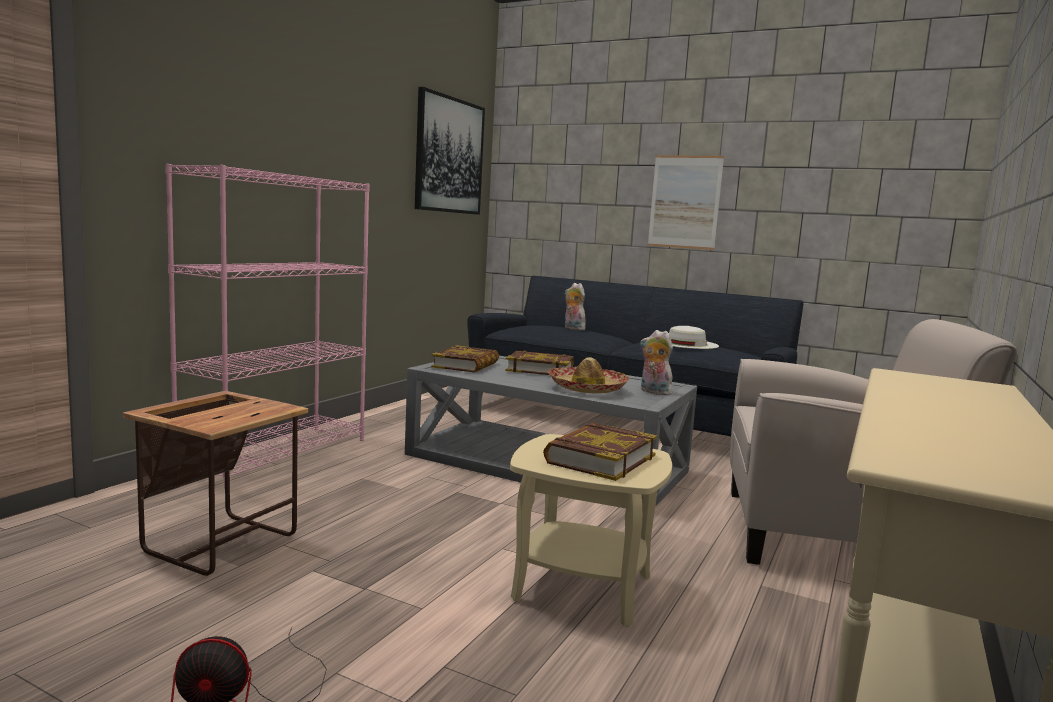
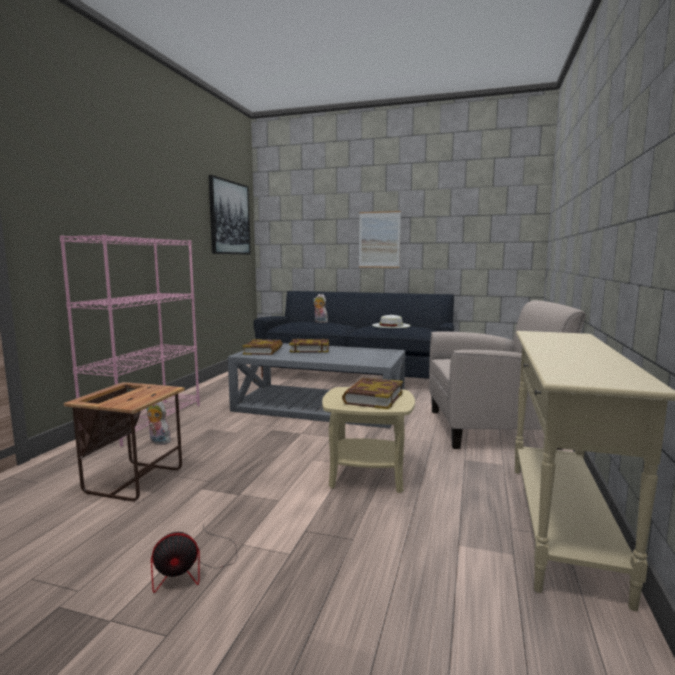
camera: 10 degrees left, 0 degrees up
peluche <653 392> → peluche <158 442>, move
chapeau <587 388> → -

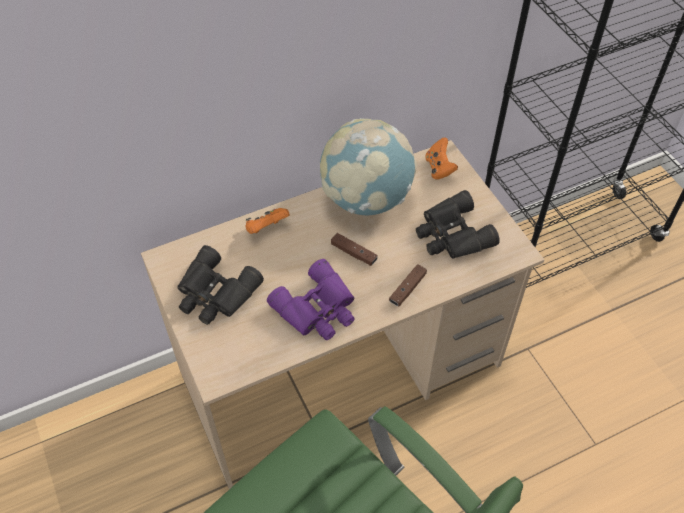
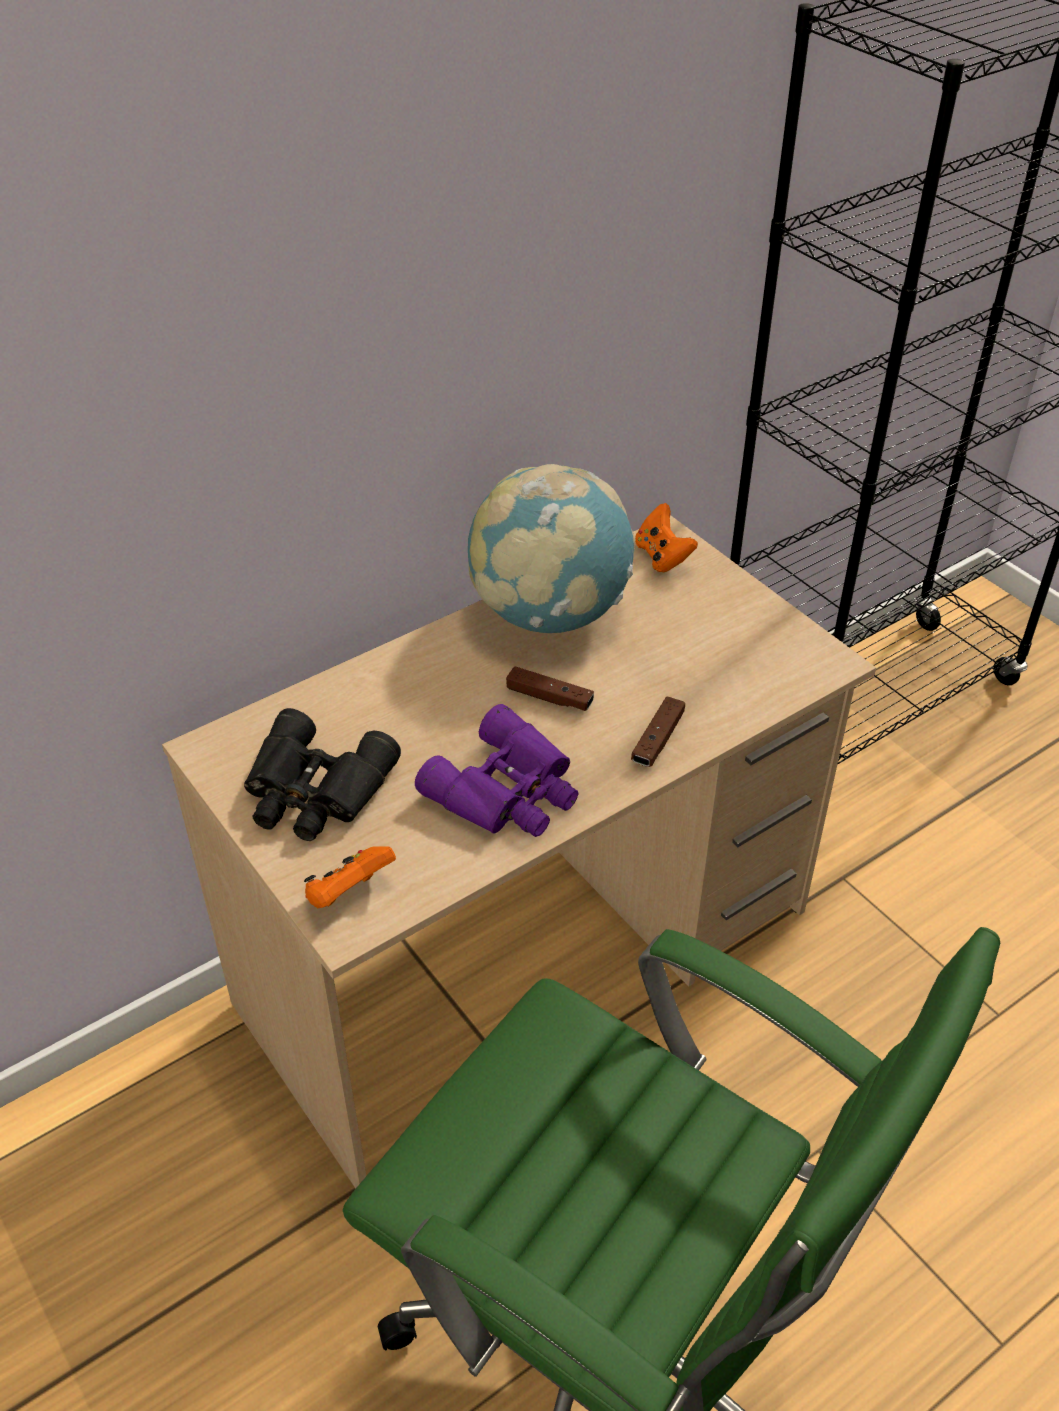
camera: 10 degrees left, 10 degrees down
jumelles/noir <451 235> → -
manette/orange <266 228> → manette/orange <348 894>, move

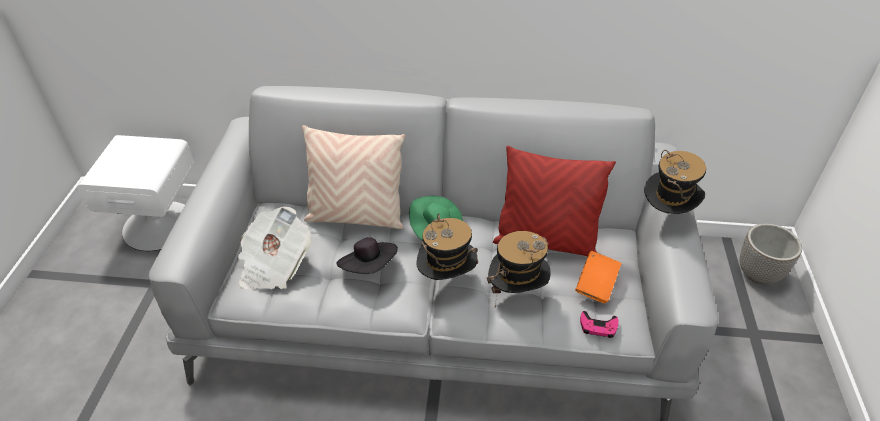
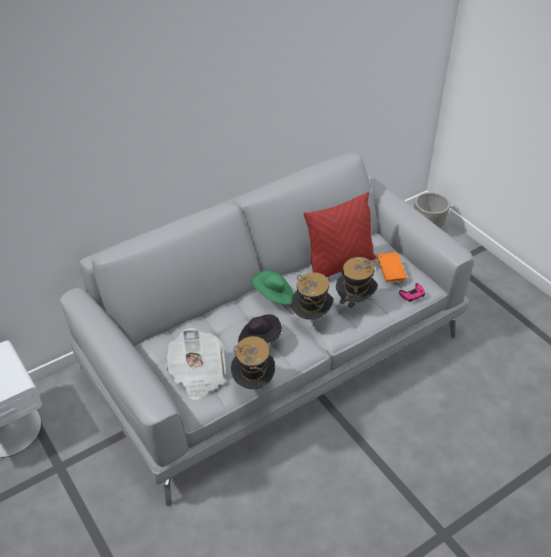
camera: 40 degrees left, 0 degrees up
coussin/beige <356 216> → -
chapeau <666 215> → chapeau <253 384>, move

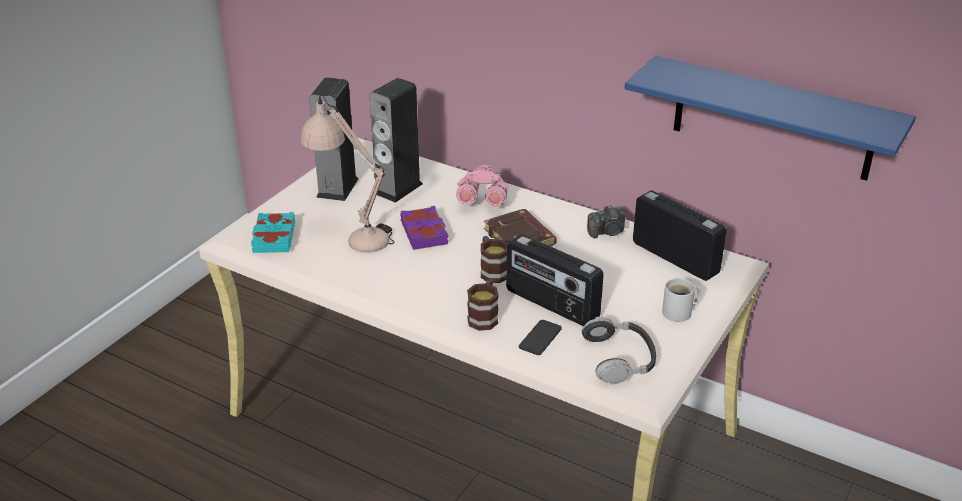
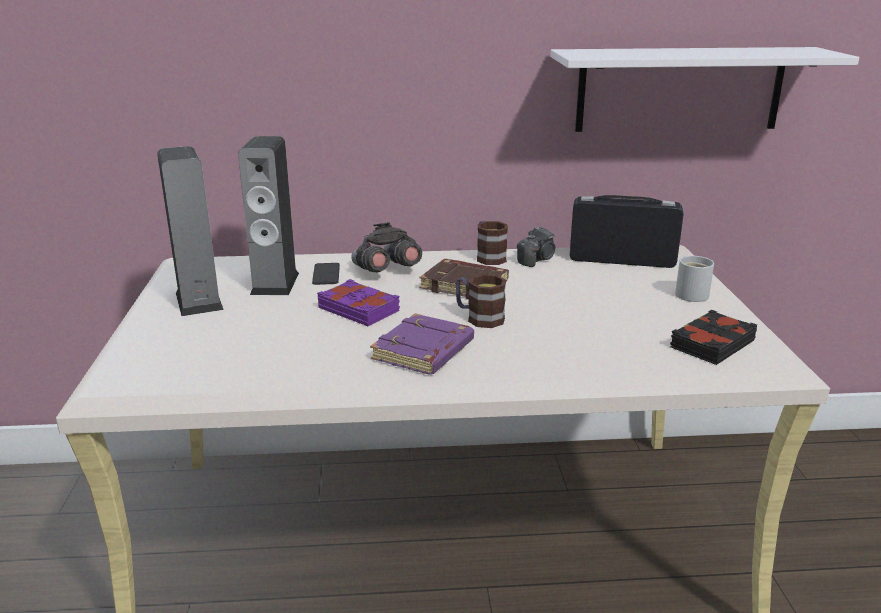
camera: 35 degrees left, 10 degrees down
étagère/bleu <773 119> → étagère/blanc <679 89>
lampe de table/beige <352 233> → -
jumelles/rose <482 203> → jumelles/gris <385 271>
livre/turquoise <273 237> → -
radio <551 304> → -
mug <484 316> → mug <488 257>, move
casque audio <620 358> → livre/noir <711 344>
téléphone <540 338> → téléphone <326 274>, move
- → livre/violet <424 352>

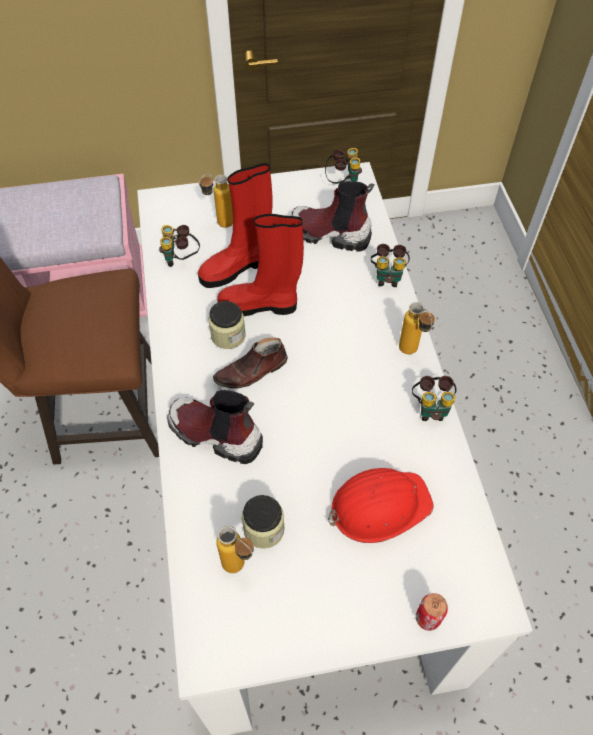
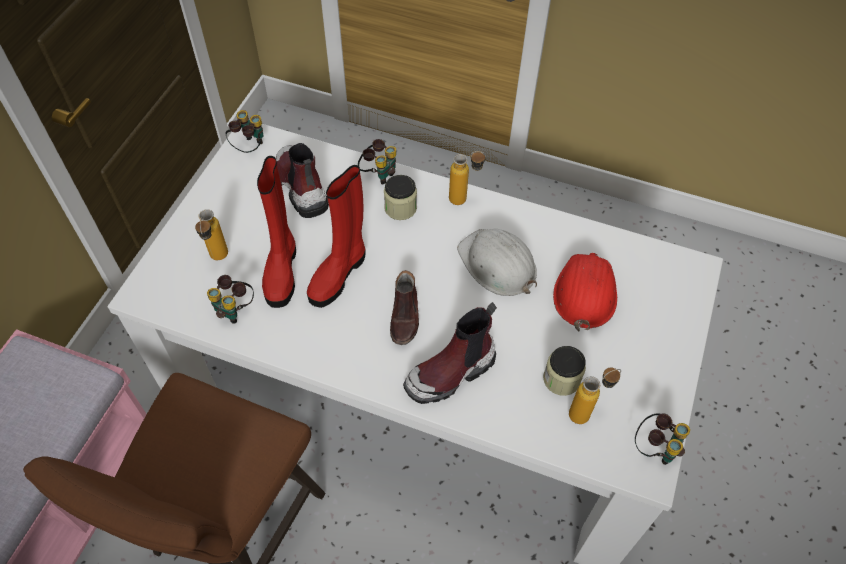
camera: 60 degrees left, 0 degrees up
botte <329 234> → botte <300 187>, 105 degrees clockwise
bocal <228 335> → bocal <400 208>, move
jumelles <431 408> → jumelles <655 448>, move
boîte métallique <428 618> → -
- → casque de chantier/blanc <497 265>

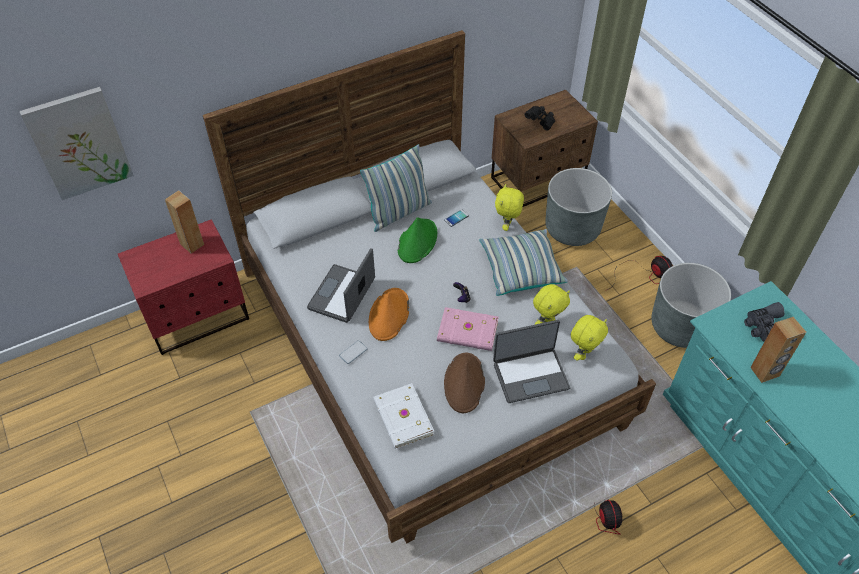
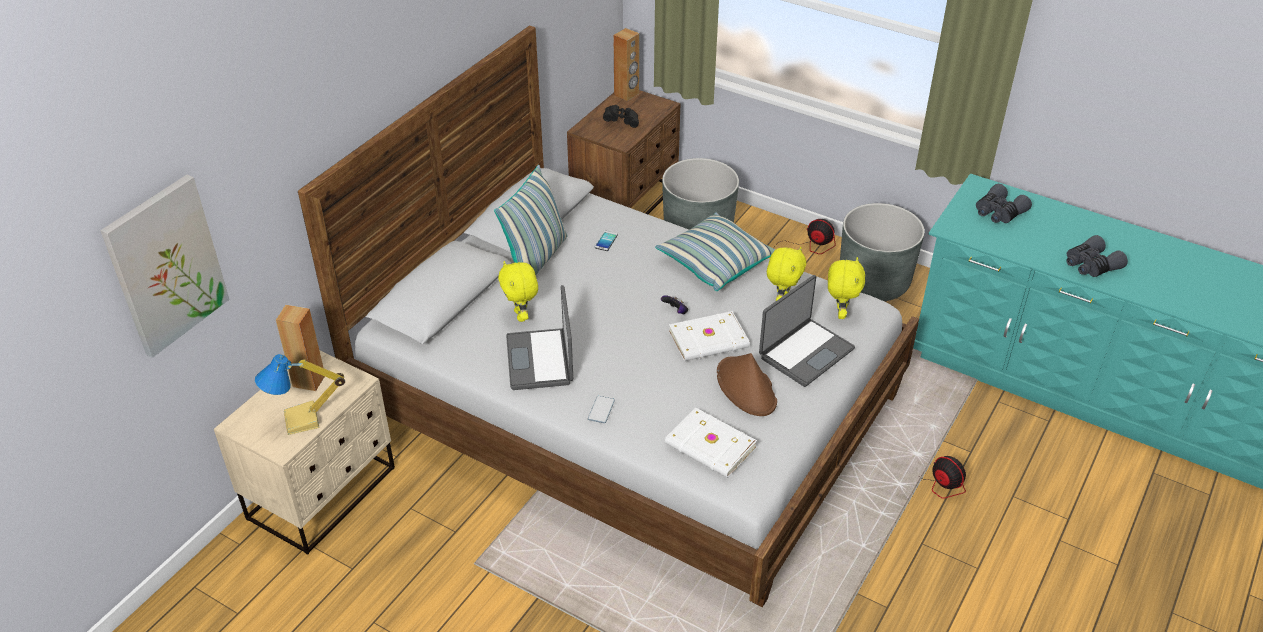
camera: 30 degrees left, 10 degrees down
peluche/jaune <507 226> → peluche/jaune <521 316>, move
chapeau/vert <417 241> → -
table de chevet/rouge <197 317> → table de chevet/beige <323 493>
chapeau/orange <389 315> → -
livre/rose <468 332> → livre/blanc <709 340>
enceinte/marron <765 372> → enceinte/marron <626 94>, move
- → jumelles/gris <1090 265>
- → lampe de table <302 421>

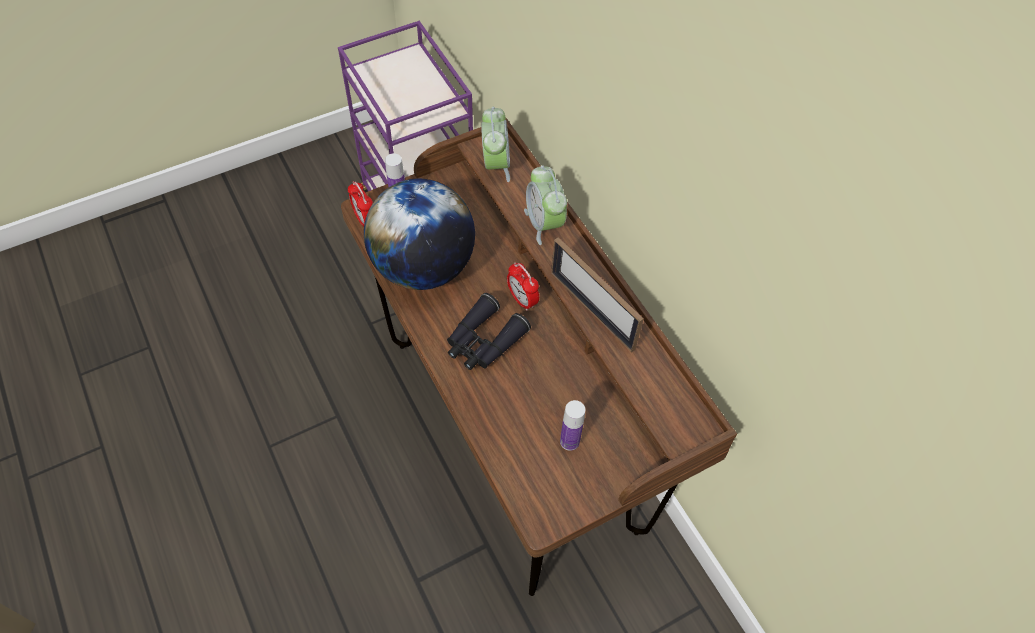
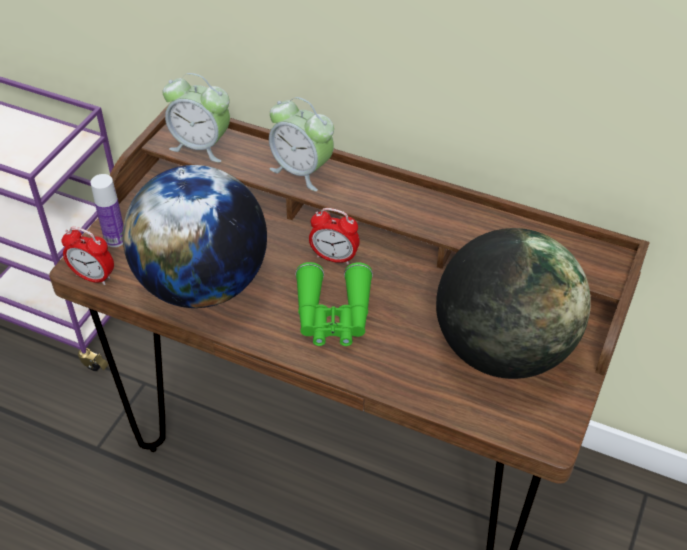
camera: 35 degrees left, 10 degrees down
réveil <495 165> → réveil <201 146>, 150 degrees clockwise
cadre photo <592 310> → -
jumelles/noir <483 341> → jumelles/vert <333 315>
bouteille <569 441> → globe <503 351>

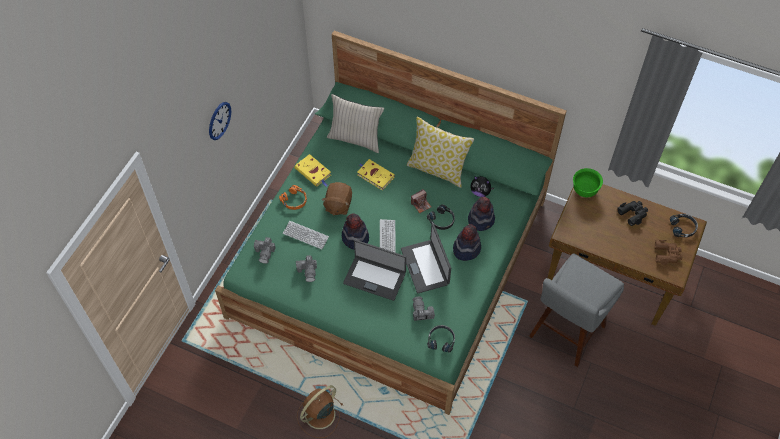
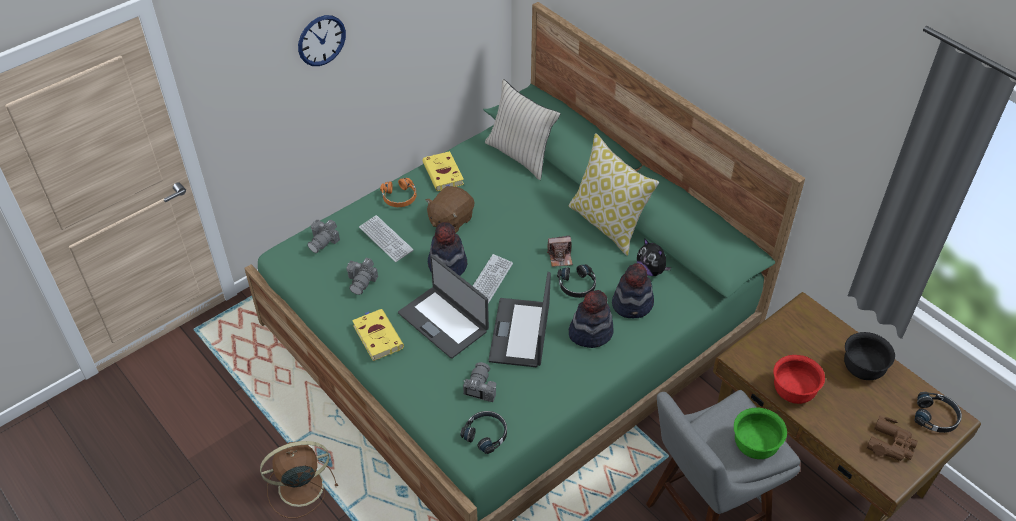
camera: 25 degrees right, 10 degrees down
livre/jaune <374 175> → livre/jaune <377 336>, move
bol/vert <584 190> → bol/vert <754 446>, move
jumelles/noir <633 213> → bol/noir <862 369>
- → bol/rouge <793 392>

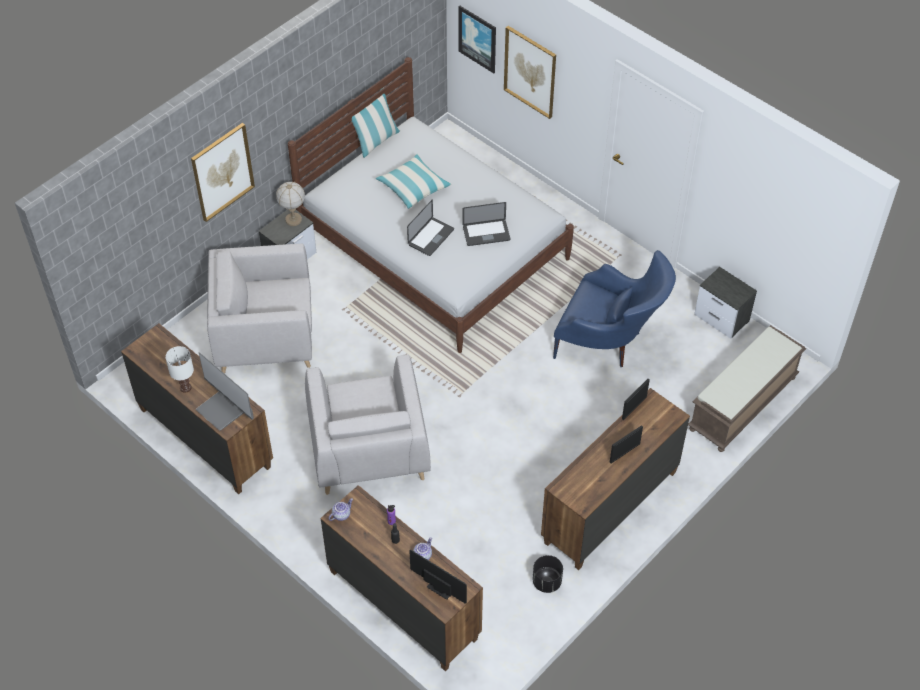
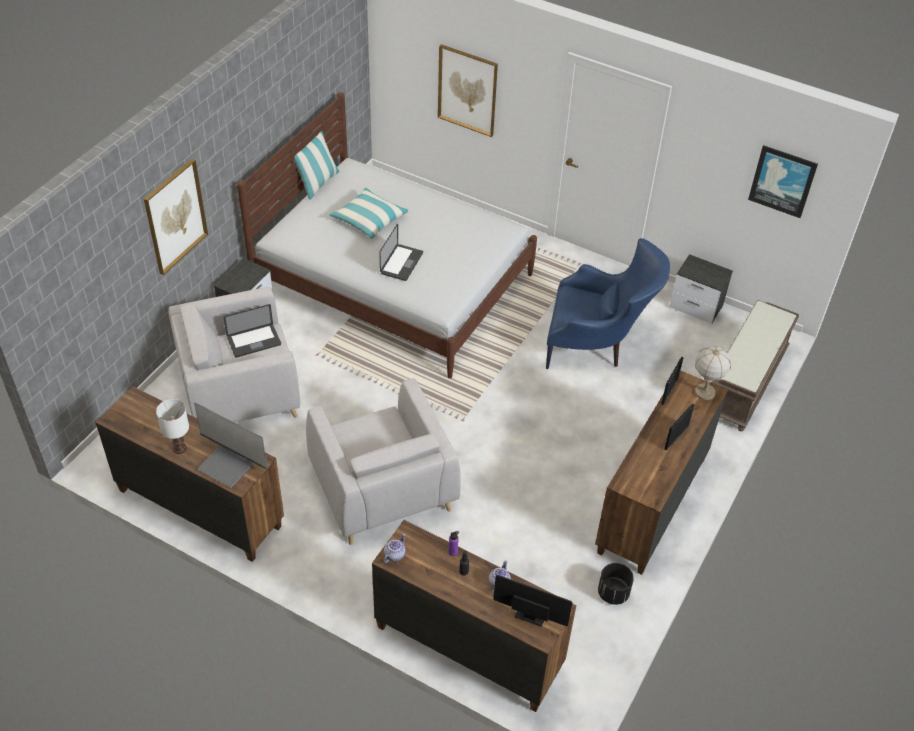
camera: 15 degrees left, 5 degrees down
tableau <478 38> → tableau <782 181>, move
lampe de table <293 220> → lampe de table <704 392>, move
ordinateur portable <486 233> → ordinateur portable <254 341>, move

